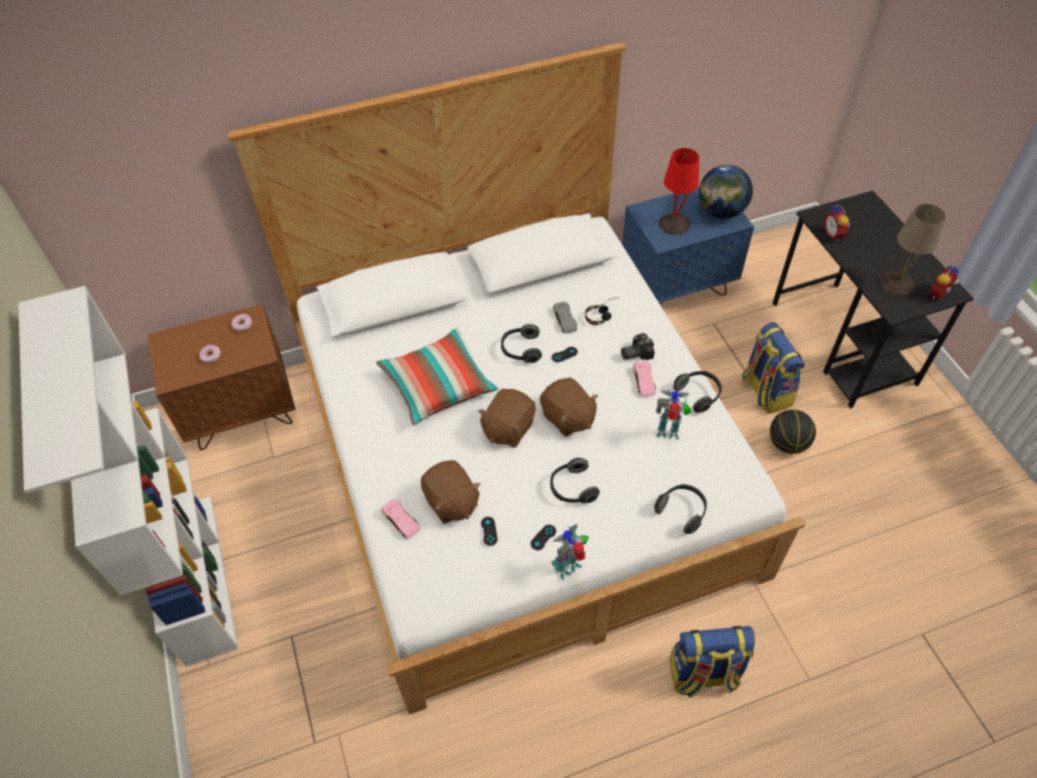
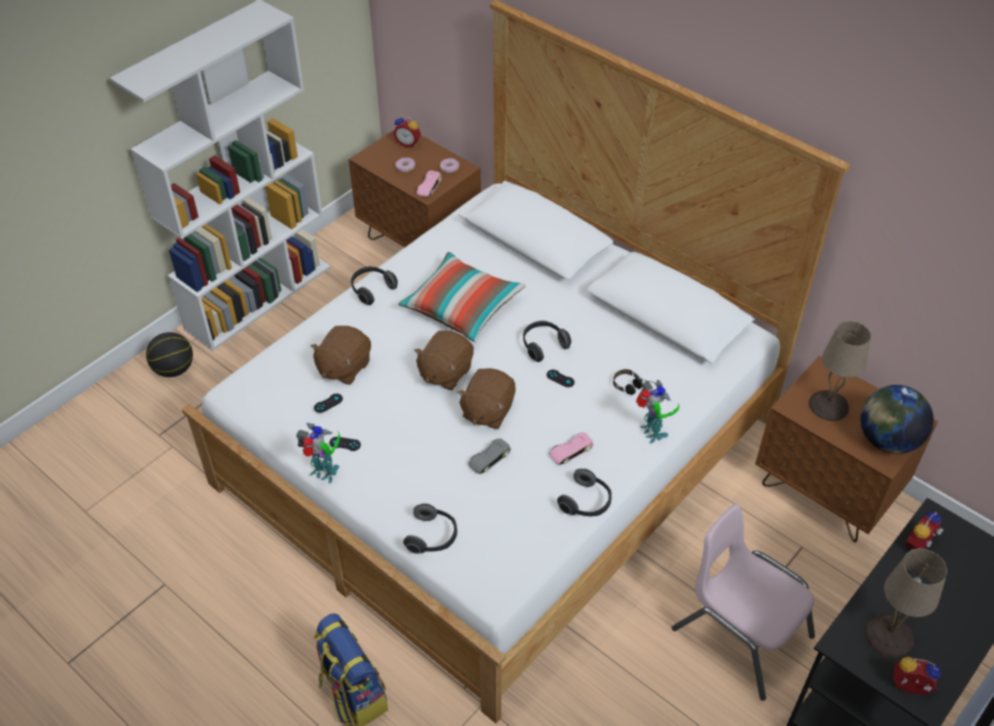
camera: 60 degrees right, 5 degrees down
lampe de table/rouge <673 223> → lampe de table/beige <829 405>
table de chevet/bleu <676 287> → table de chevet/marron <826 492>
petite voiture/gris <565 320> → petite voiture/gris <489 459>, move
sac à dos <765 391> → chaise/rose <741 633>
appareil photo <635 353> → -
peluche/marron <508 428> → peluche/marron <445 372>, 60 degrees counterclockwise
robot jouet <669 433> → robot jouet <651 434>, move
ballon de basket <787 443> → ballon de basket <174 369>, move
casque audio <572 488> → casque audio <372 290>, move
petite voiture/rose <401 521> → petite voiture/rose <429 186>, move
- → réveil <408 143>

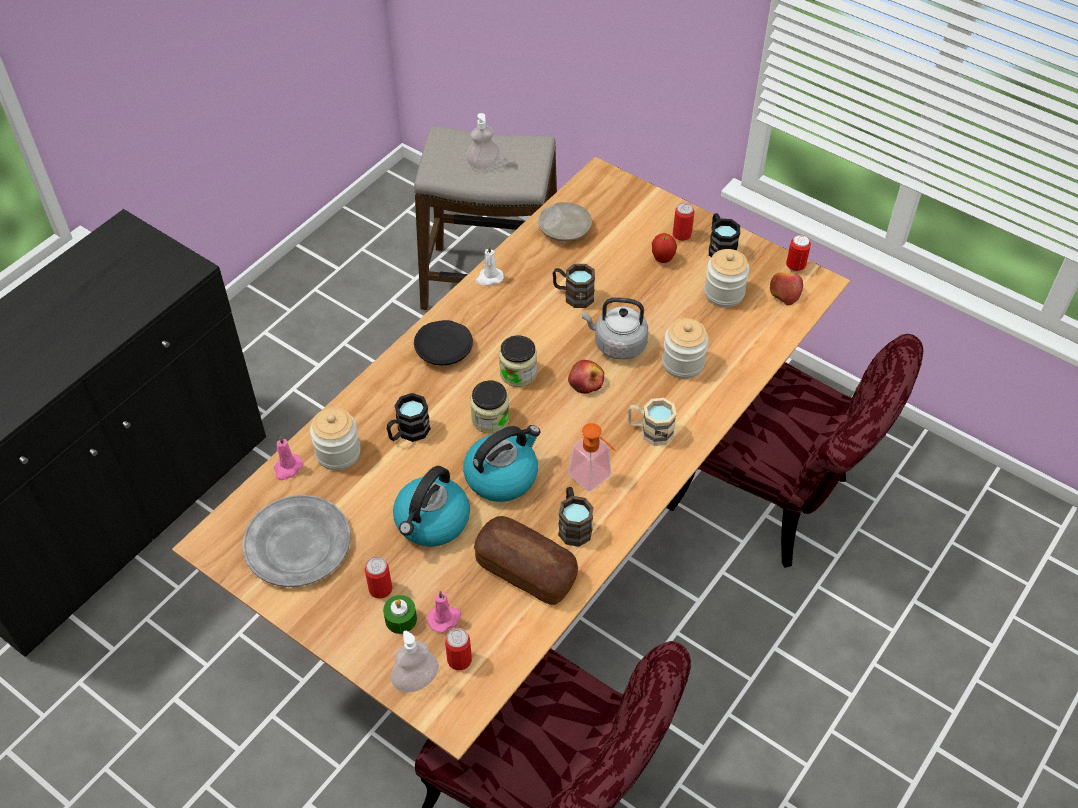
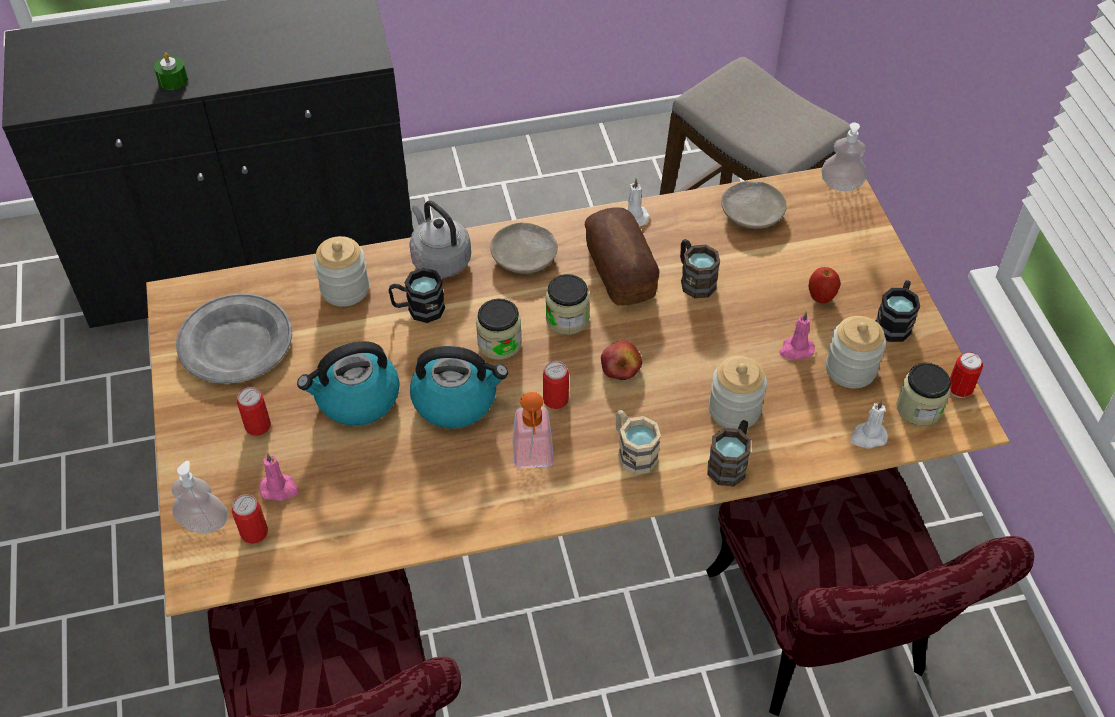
camera: 40 degrees right, 0 degrees up
distributeur de savon <483 163> → distributeur de savon <841 184>, move
boîte métallique <681 234> → boîte métallique <555 399>, move
pomme <784 292> → bocal <919 408>
bouilloire/gris <617 344> → bouilloire/gris <439 259>, move
assiette/noir <444 349> → assiette/beige <525 256>
bougie/rose <287 468> → bougie/rose <796 349>, move
mug/marron <573 525> → mug/marron <730 463>, move
pain <526 570> → pain <620 270>, move
bougie/vert <401 619> → bougie/vert <173 80>, move
- → bougie/blanc <868 437>

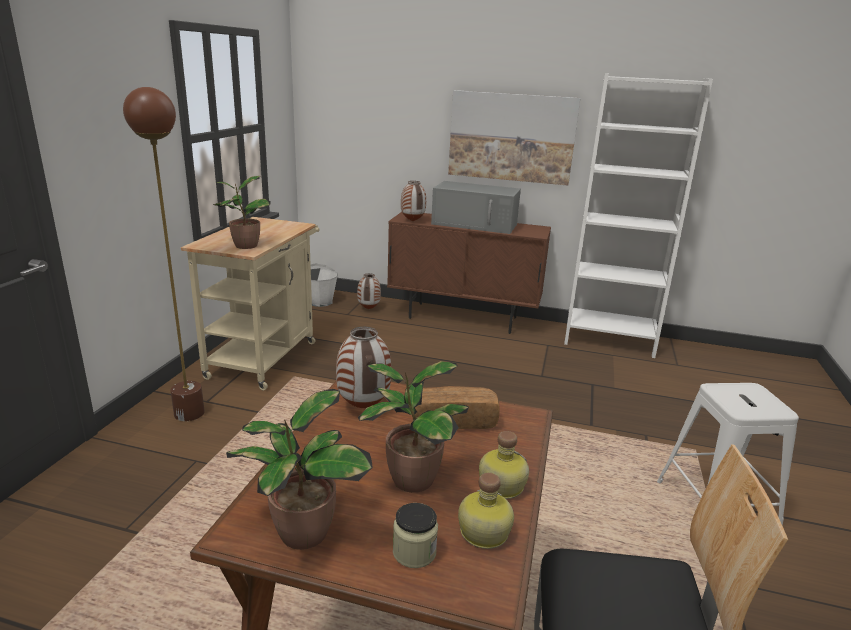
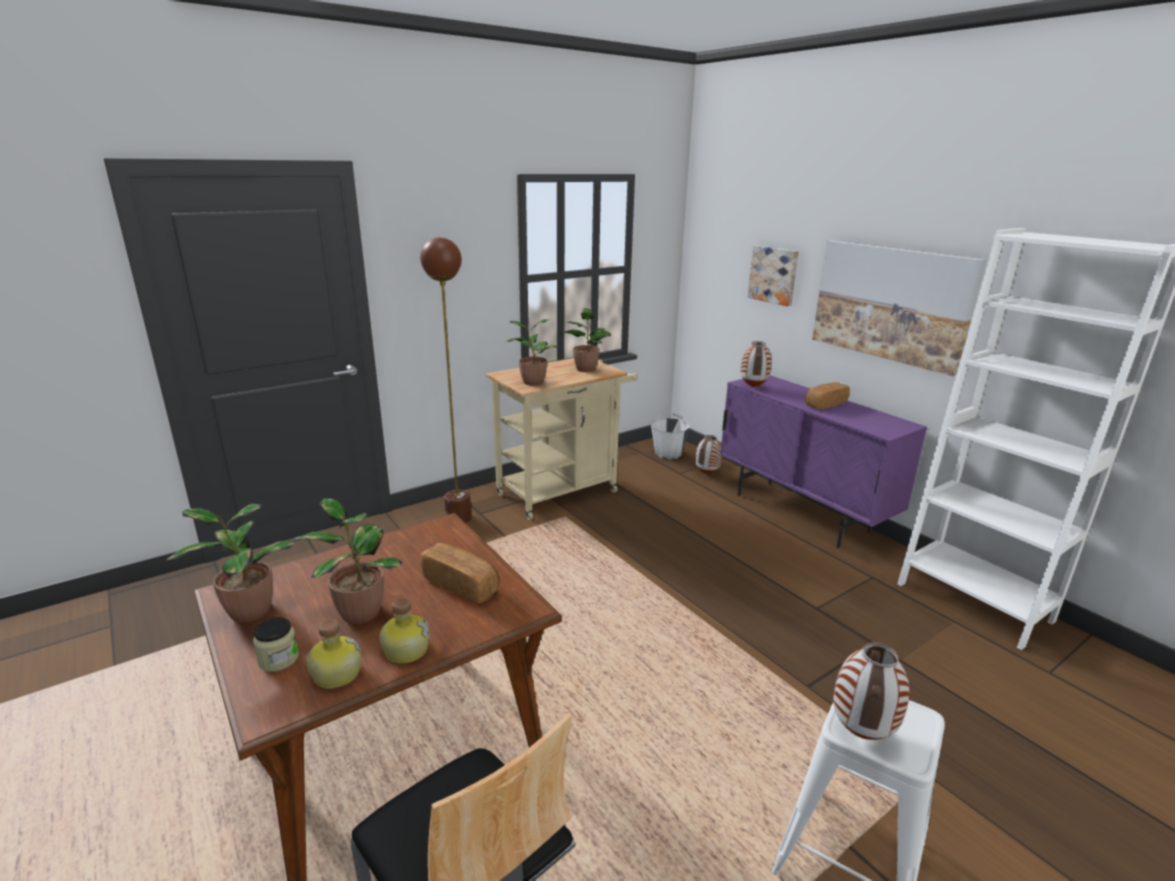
camera: 40 degrees right, 0 degrees up
micro-ondes/gris <476 224> → pain <824 404>
meuble de rangement/marron <463 318> → meuble de rangement/violet <801 513>
vase <364 407> → vase <862 734>, move
- → tableau <774 275>
- → plante en pot <585 369>

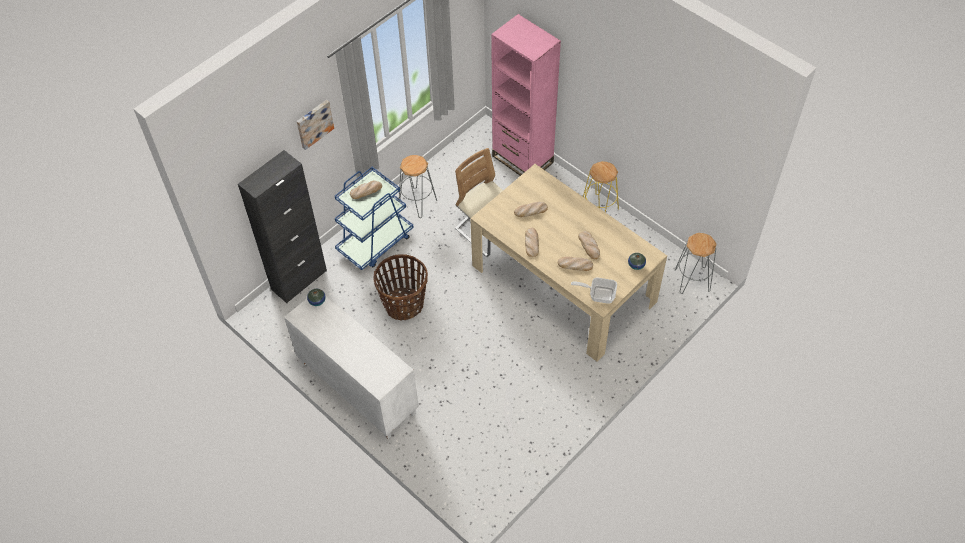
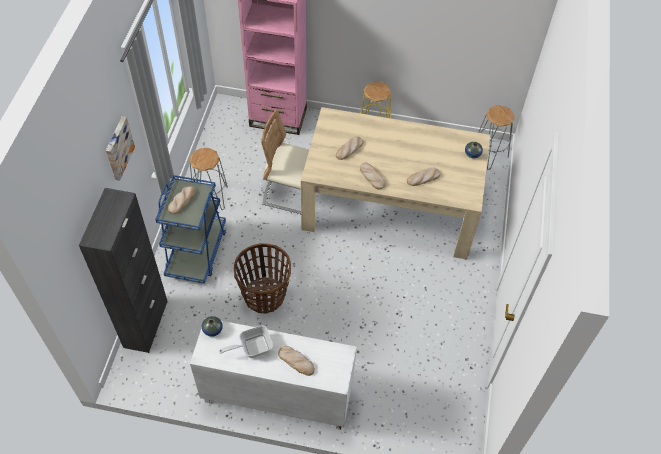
camera: 35 degrees left, 0 degrees up
pain <589 246> → pain <296 361>, move
poêle <598 294> → poêle <252 347>, move

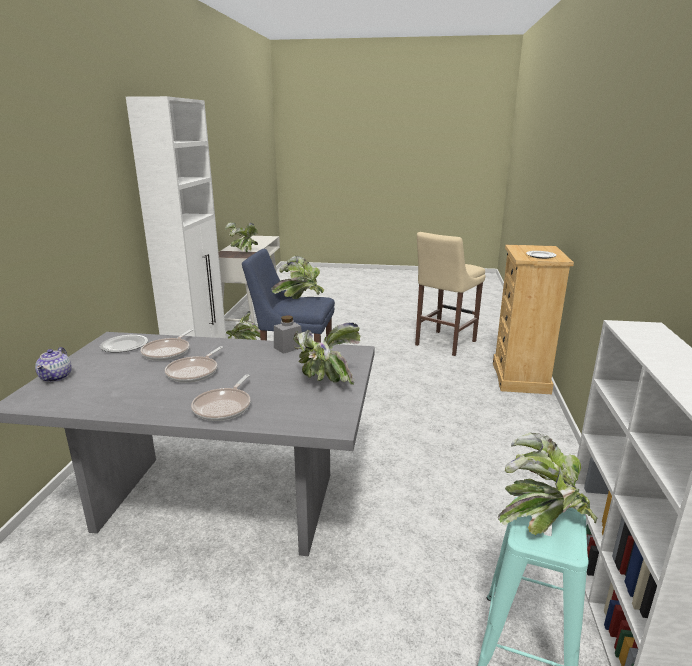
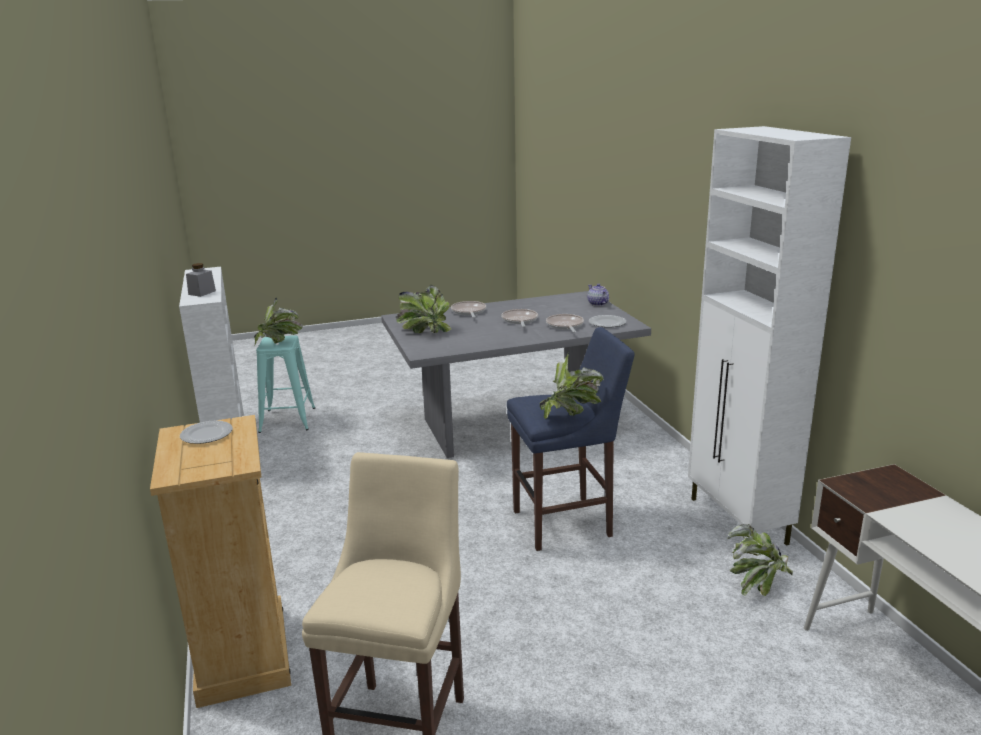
camera: 155 degrees right, 0 degrees up
plante en pot <244 251> → -
bocal/gris <288 347> → bocal/gris <202 293>, move

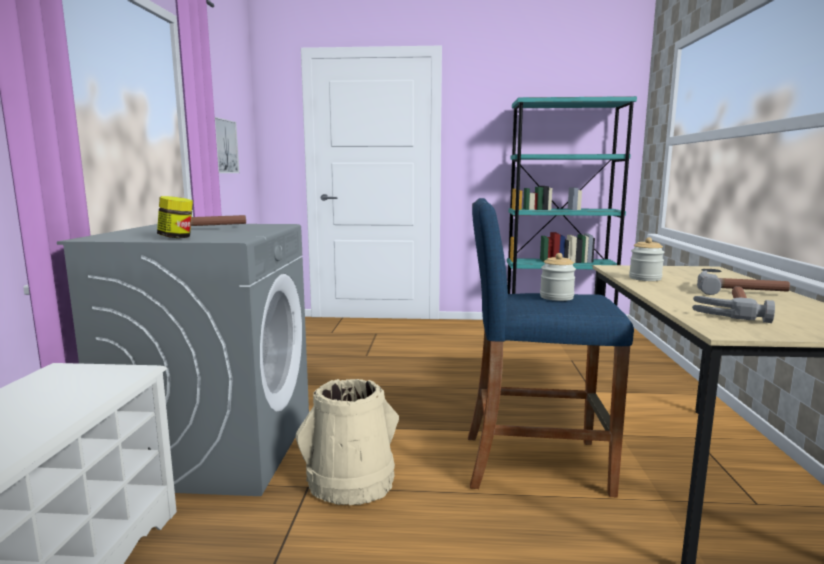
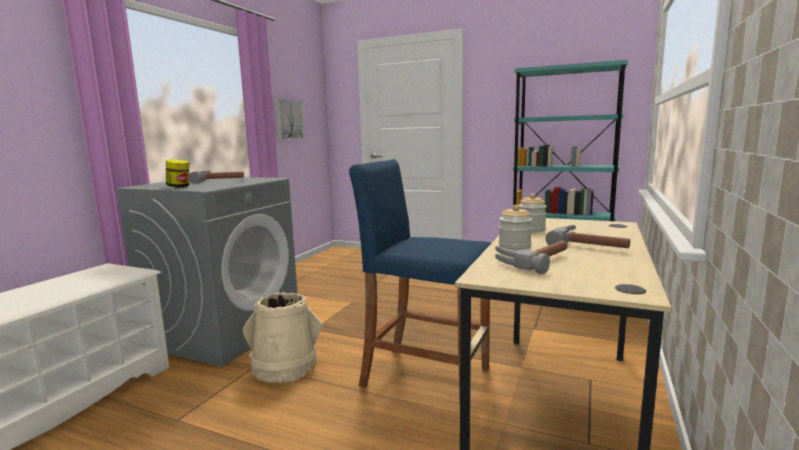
camera: 20 degrees right, 0 degrees up
bocal <556 297> → bocal <514 247>, move

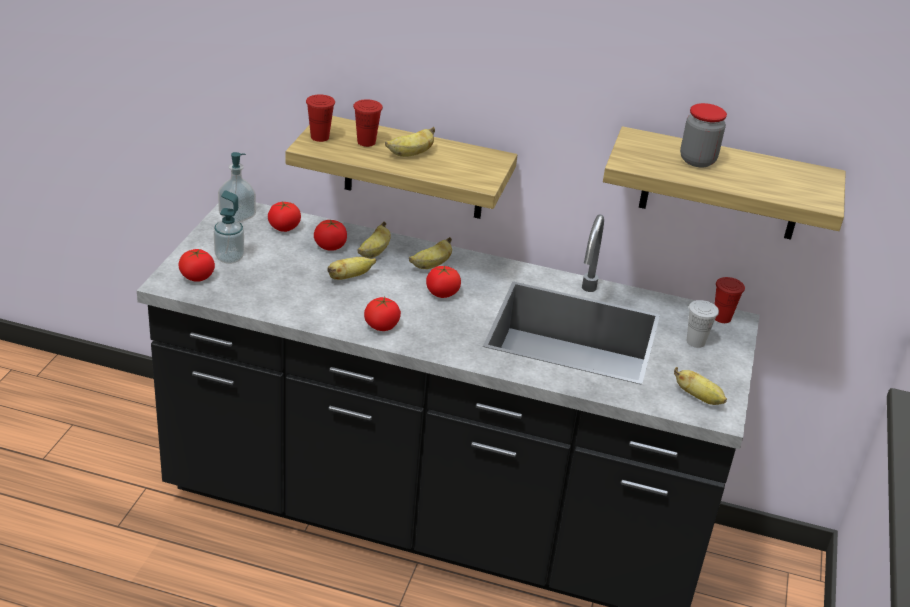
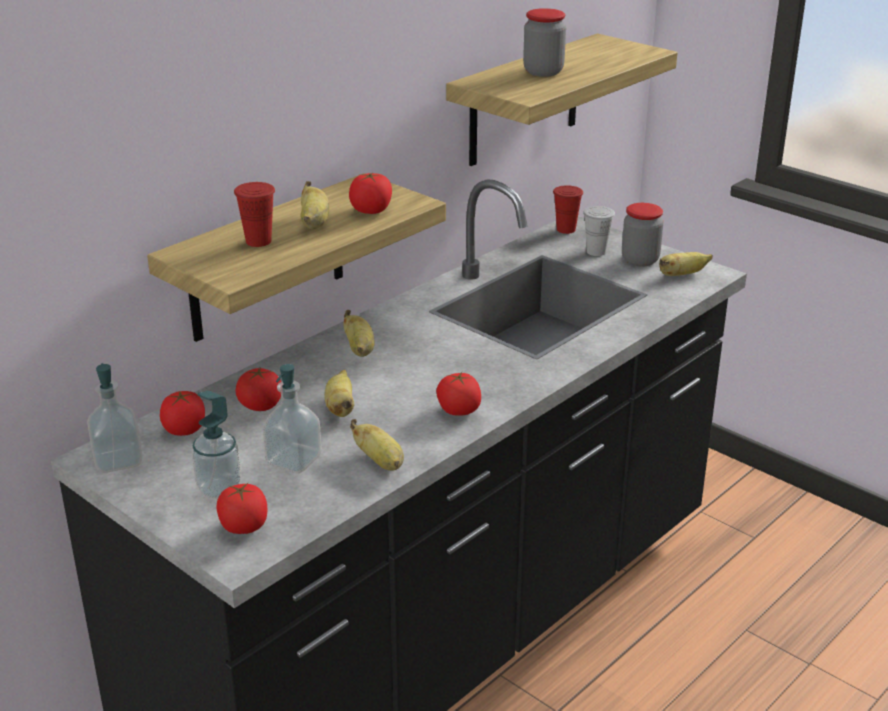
camera: 60 degrees left, 5 degrees down
tasse/rouge <319 137> → -
banane <374 253> → banane <380 462>, move
tomate <442 293> → tomate <371 210>, move
- → bocal <640 260>
- → distributeur de savon <294 460>

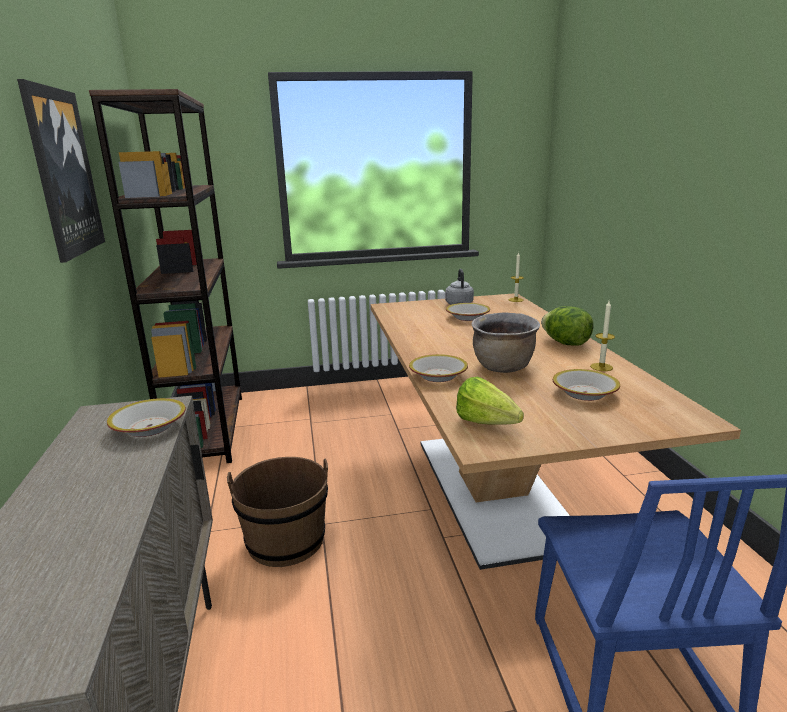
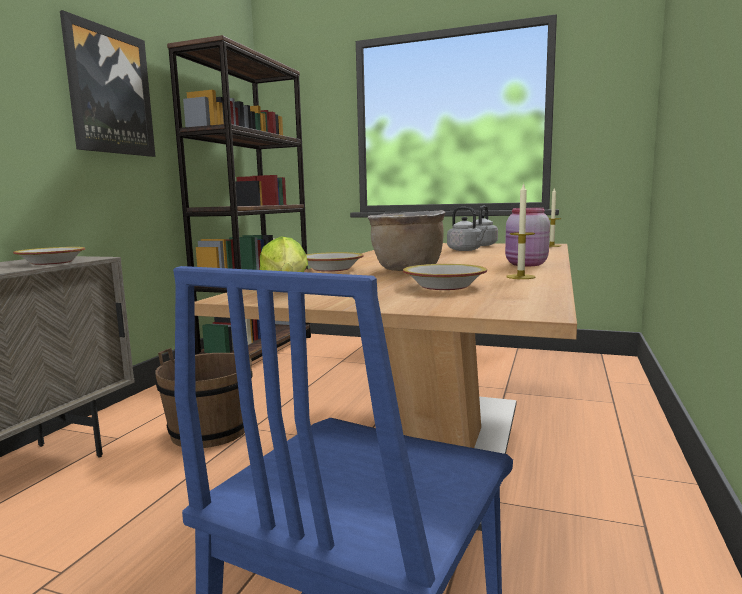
camera: 30 degrees right, 10 degrees down
bol <468 317> → bouilloire/gris <466 250>
laitue <565 343> → bocal/rose <525 265>

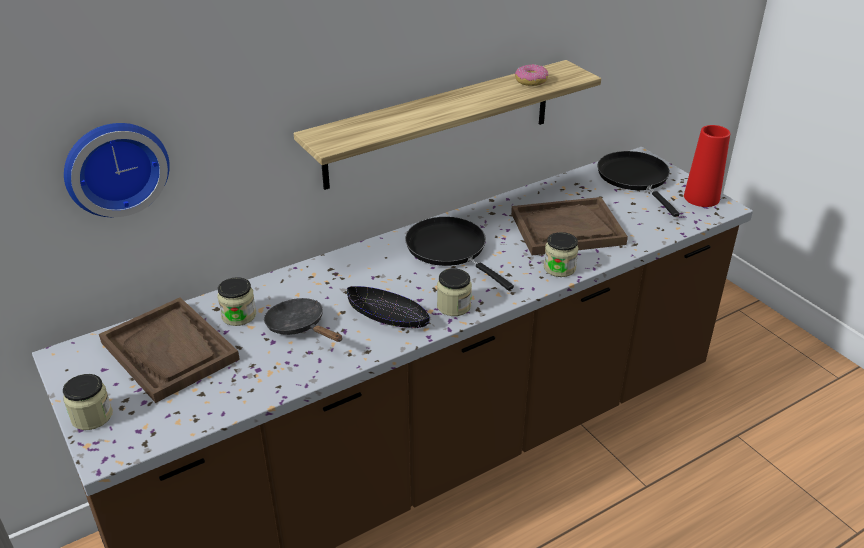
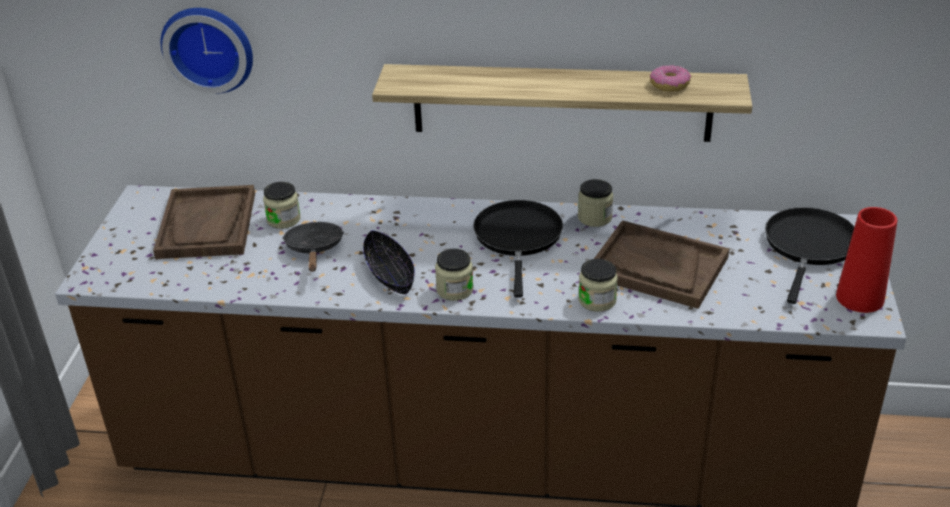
camera: 40 degrees right, 0 degrees up
bocal <92 416> → bocal <594 217>, move

